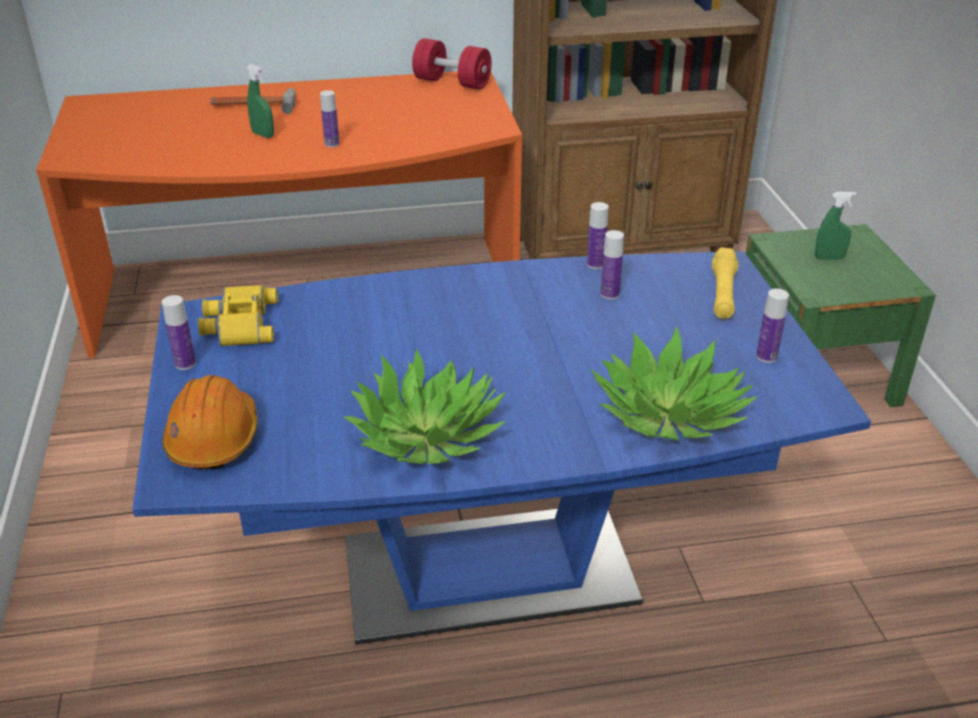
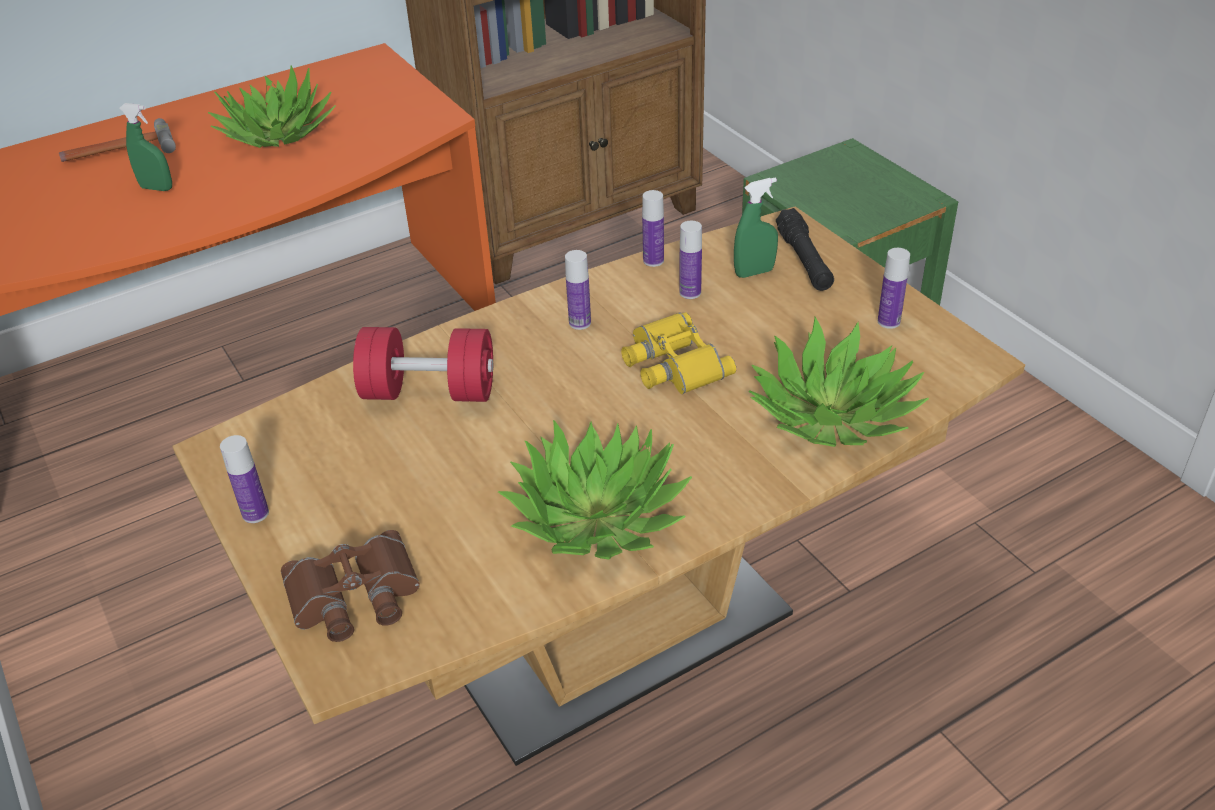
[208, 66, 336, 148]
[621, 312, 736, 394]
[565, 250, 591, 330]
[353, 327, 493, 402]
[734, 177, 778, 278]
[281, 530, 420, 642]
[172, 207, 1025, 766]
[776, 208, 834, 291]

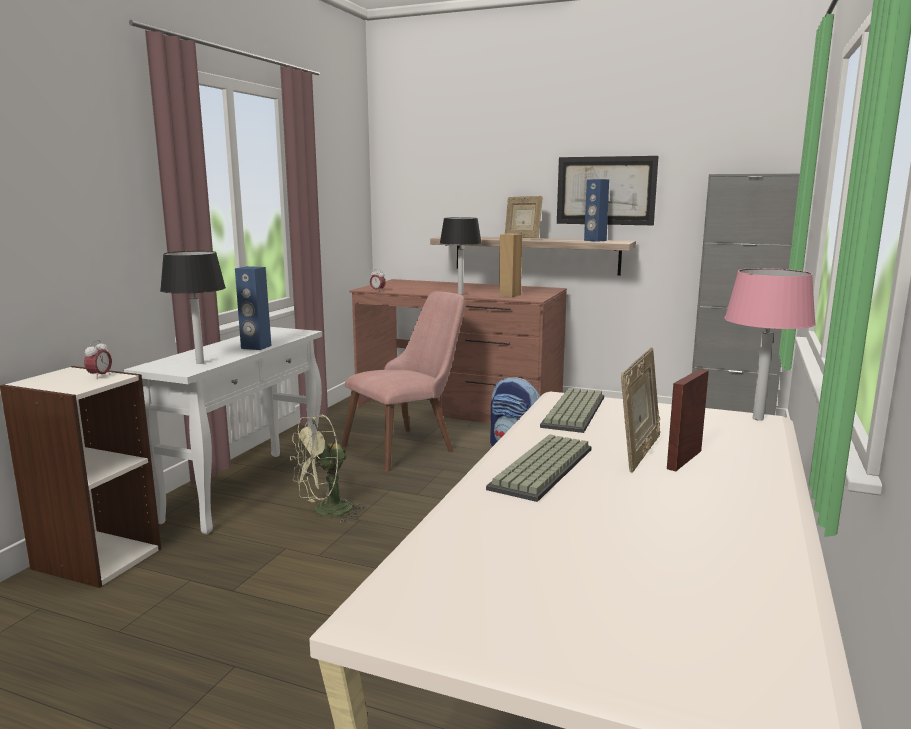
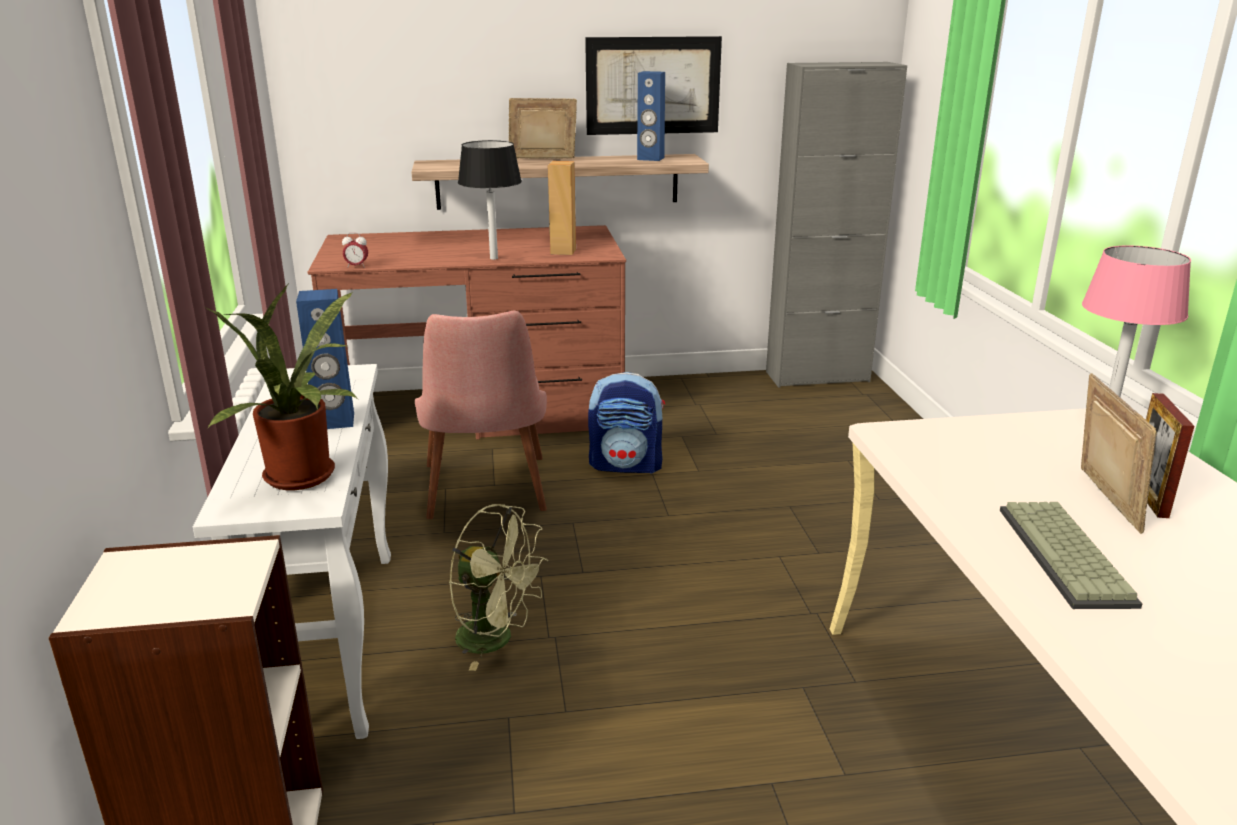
[84, 340, 112, 379] (first image)
[540, 388, 604, 433] (first image)
[204, 285, 358, 490]
[449, 504, 548, 671]
[415, 311, 547, 519]
[509, 98, 577, 159]

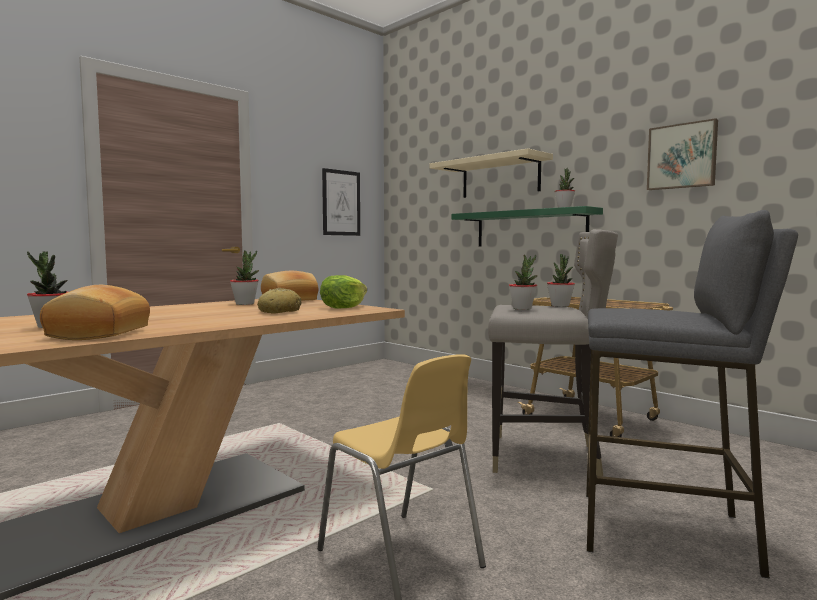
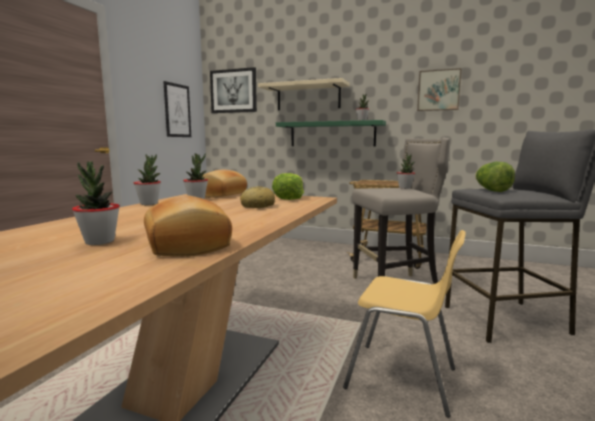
[210, 67, 257, 113]
[475, 162, 515, 192]
[134, 154, 161, 205]

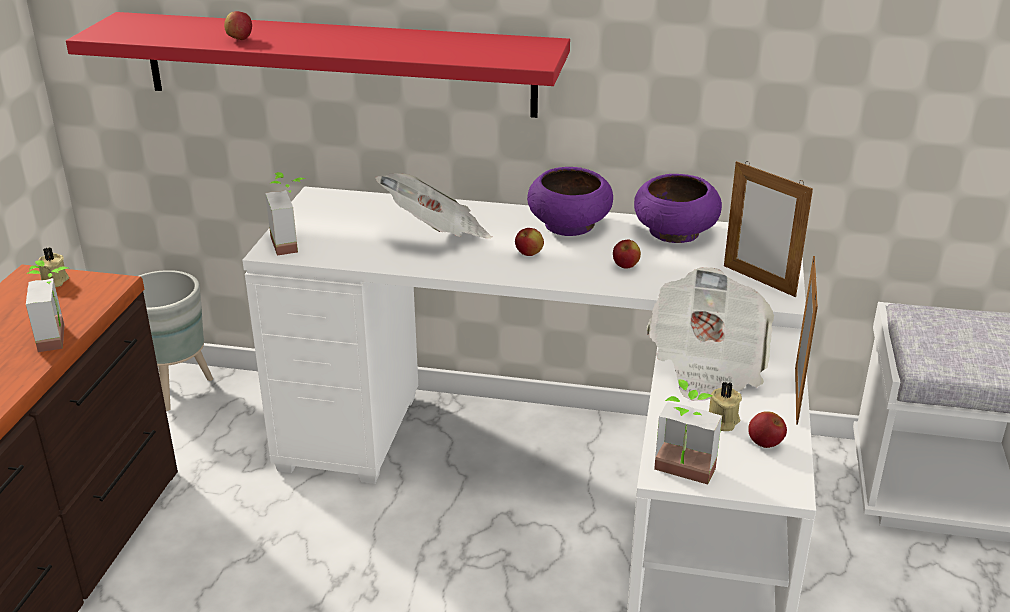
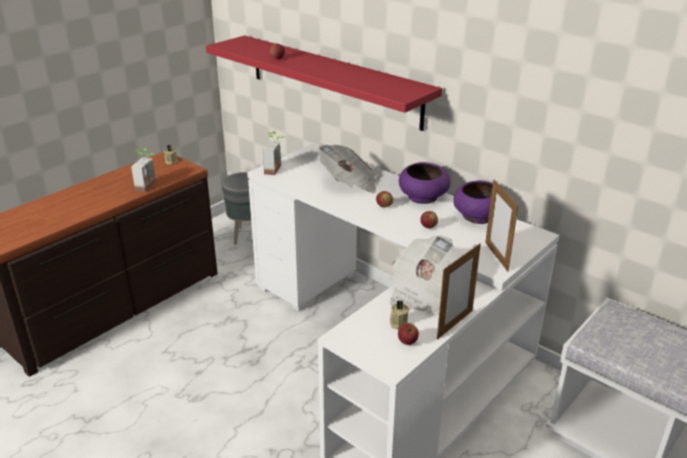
[654, 379, 722, 485] (first image)

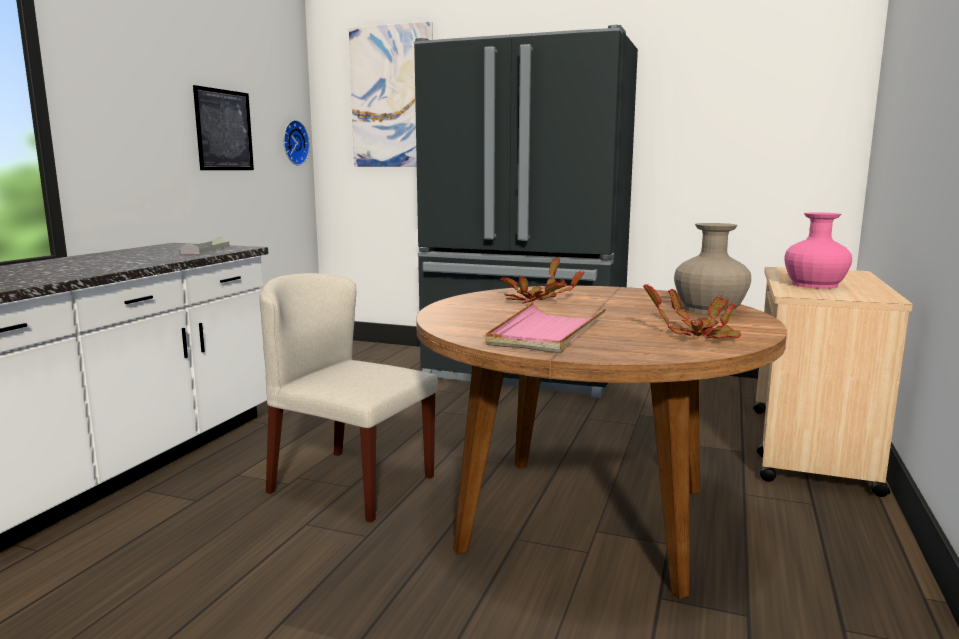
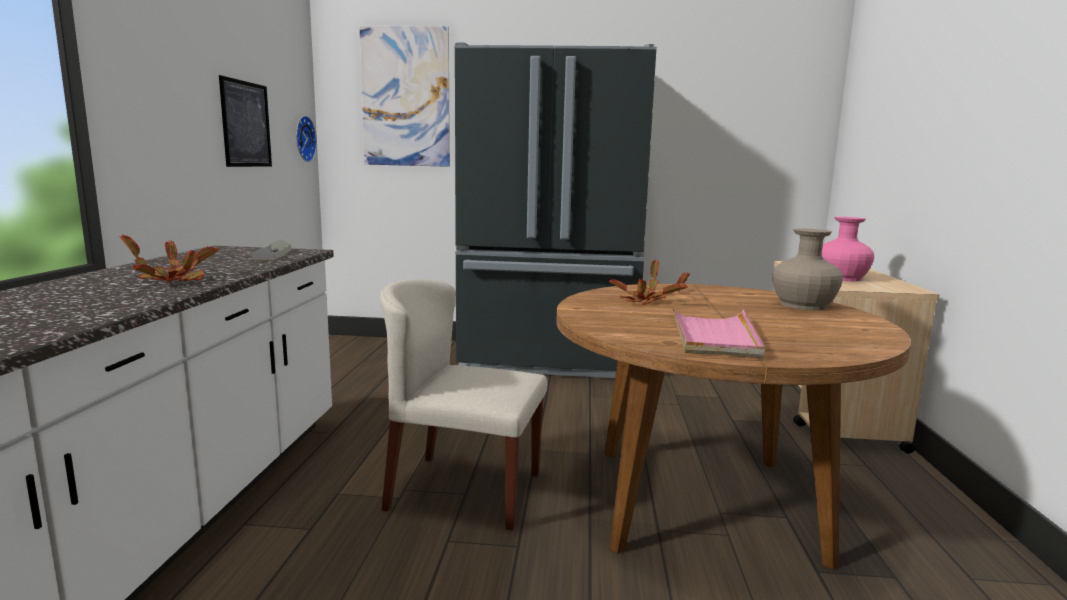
[119, 235, 219, 282]

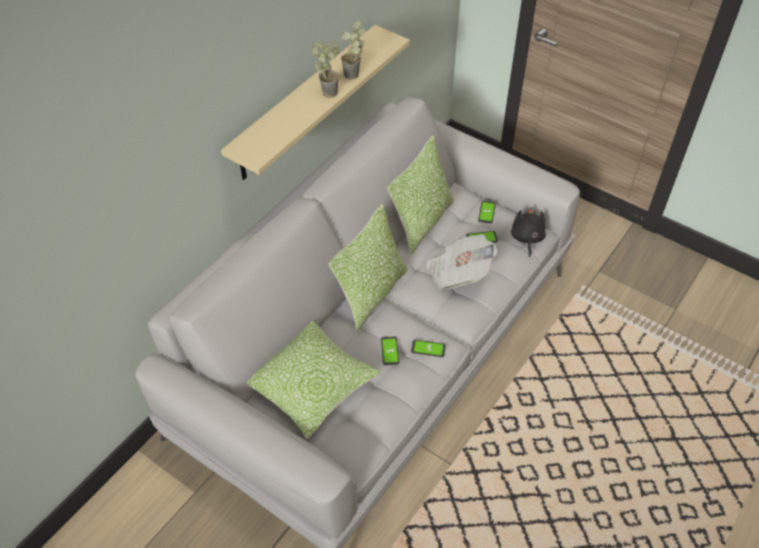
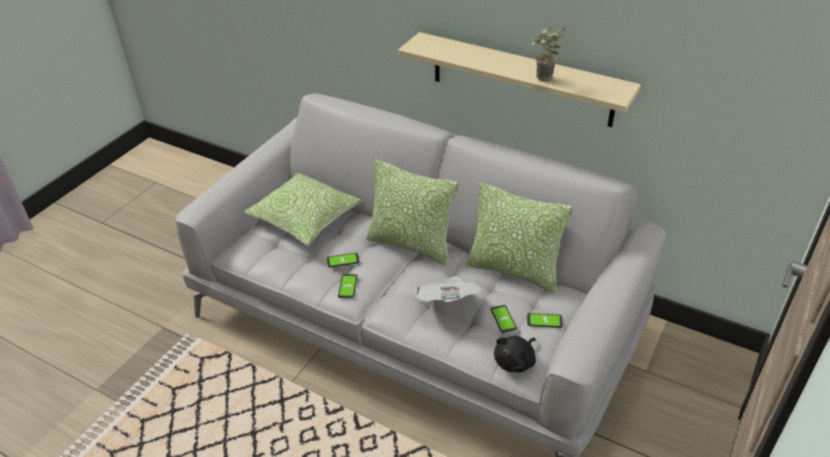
[312, 41, 339, 98] (first image)
[494, 336, 536, 372]

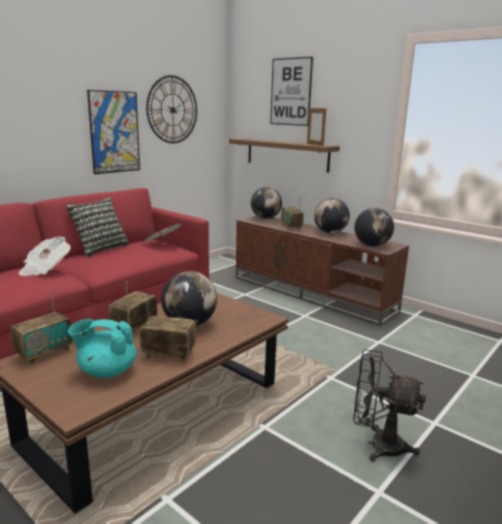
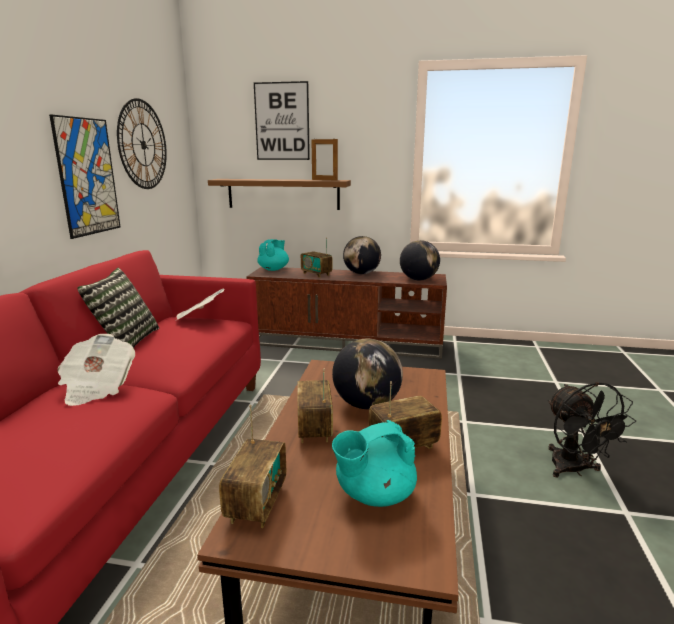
[257, 239, 289, 271]
[548, 382, 636, 477]

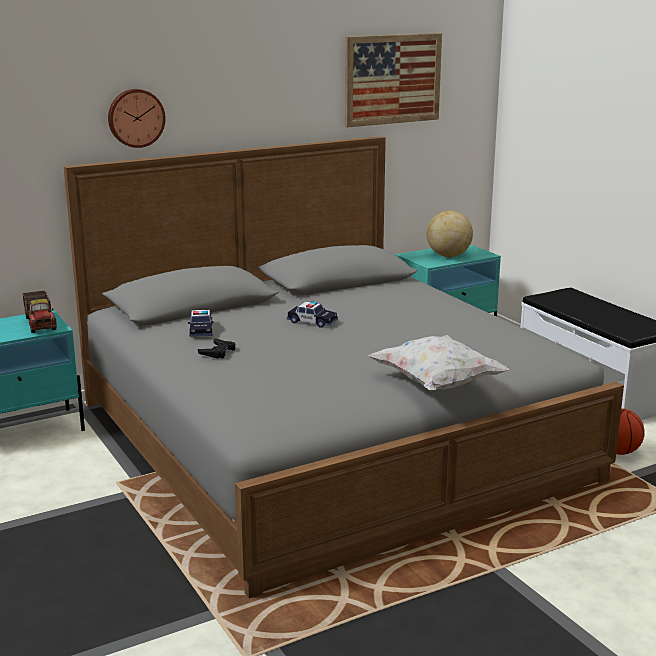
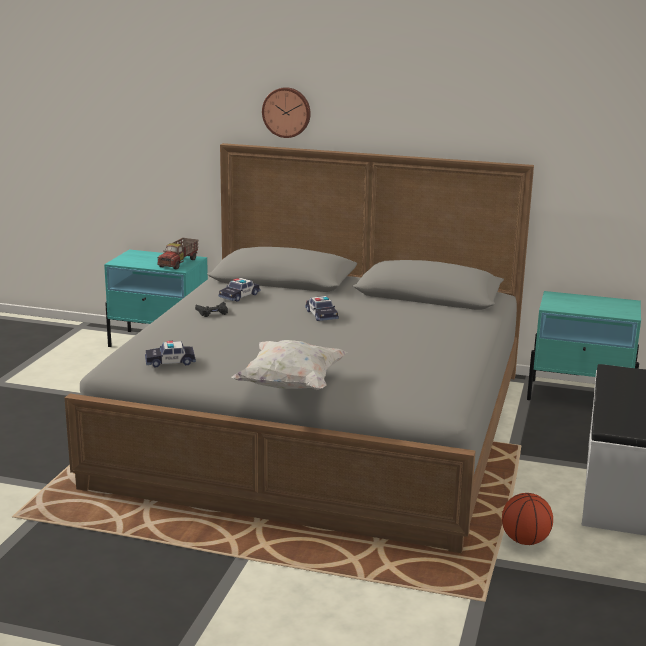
[345, 33, 442, 127] (first image)
[427, 211, 473, 257] (first image)
[145, 341, 196, 367]

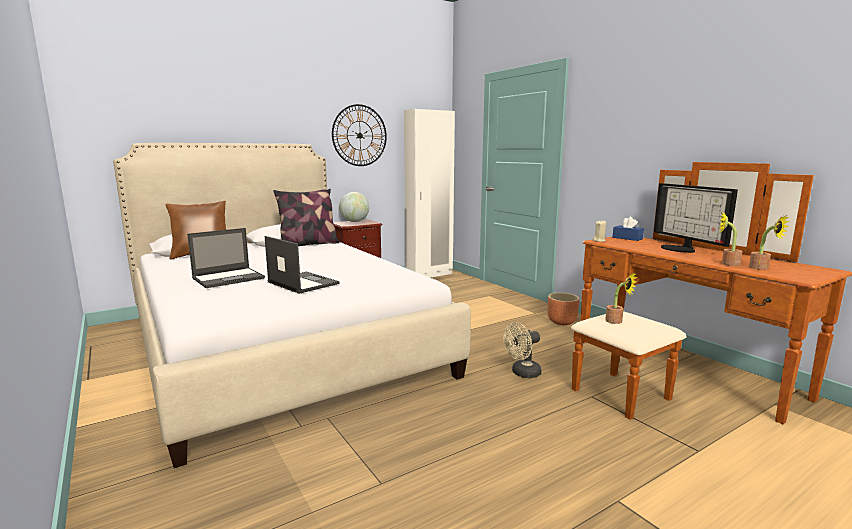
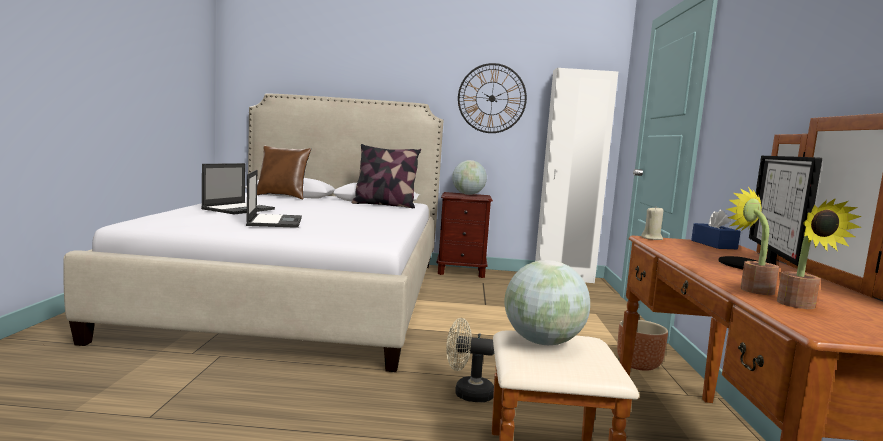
[505, 260, 590, 345]
[201, 163, 275, 214]

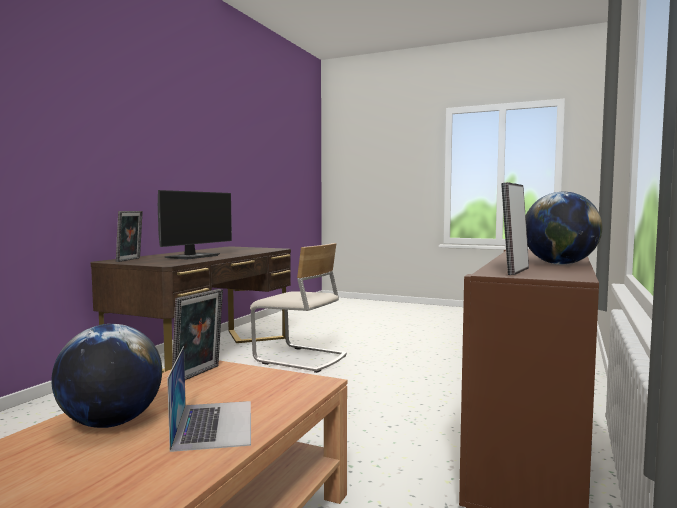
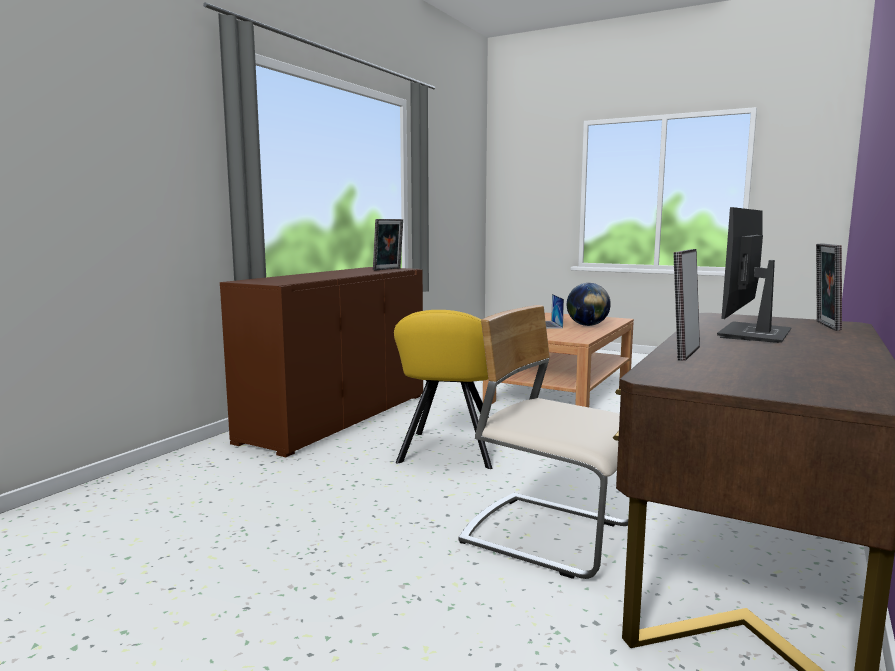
[526, 191, 602, 265] (first image)
[394, 310, 492, 469]
[673, 249, 700, 361]

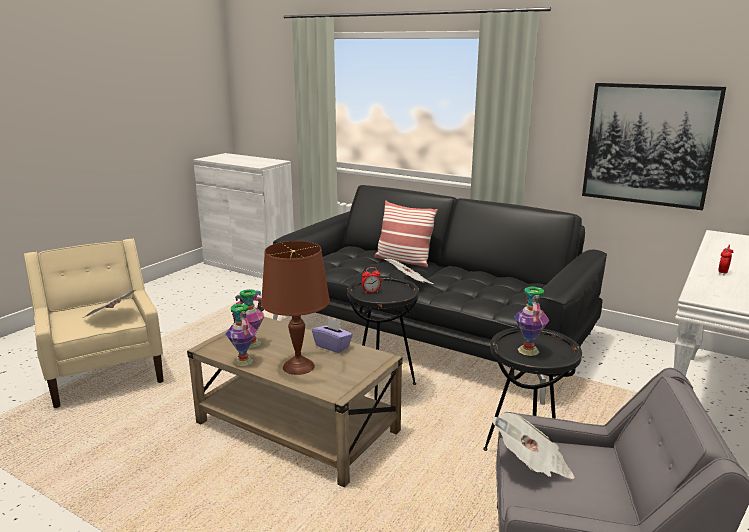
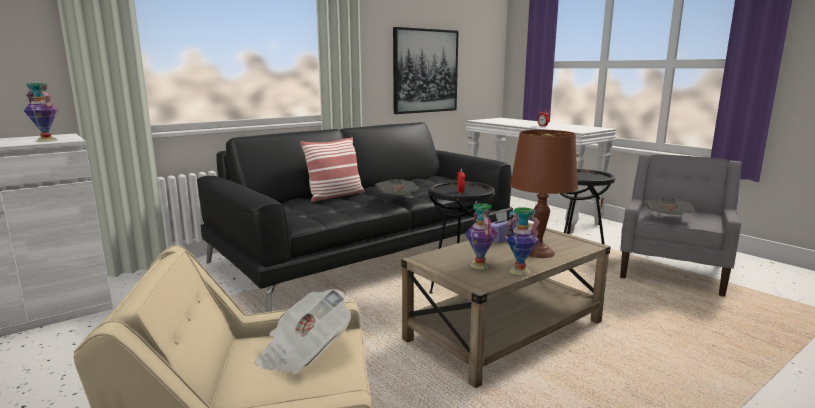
[24, 83, 58, 142]

